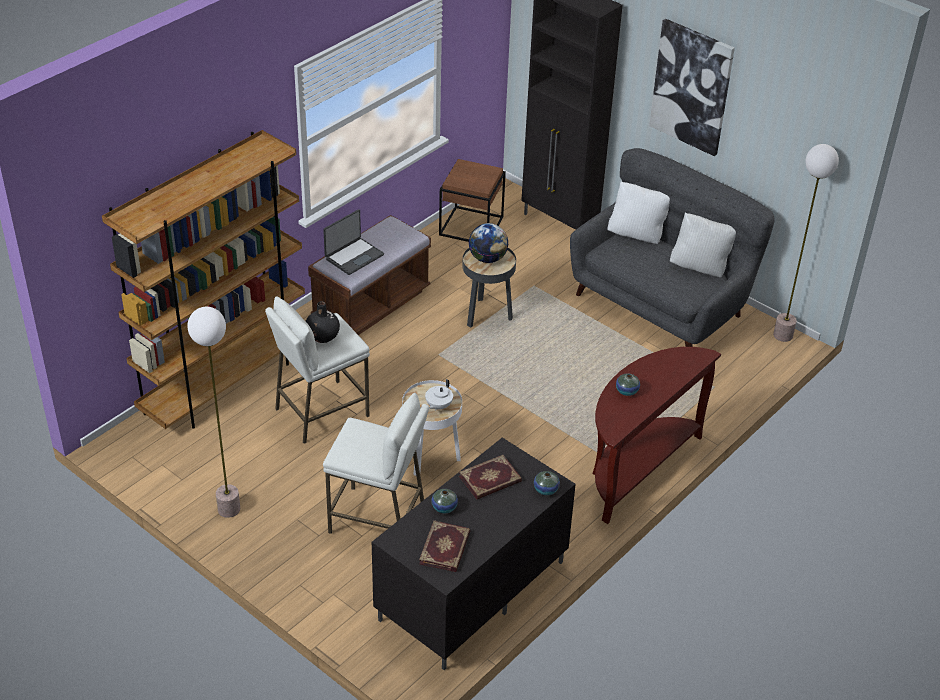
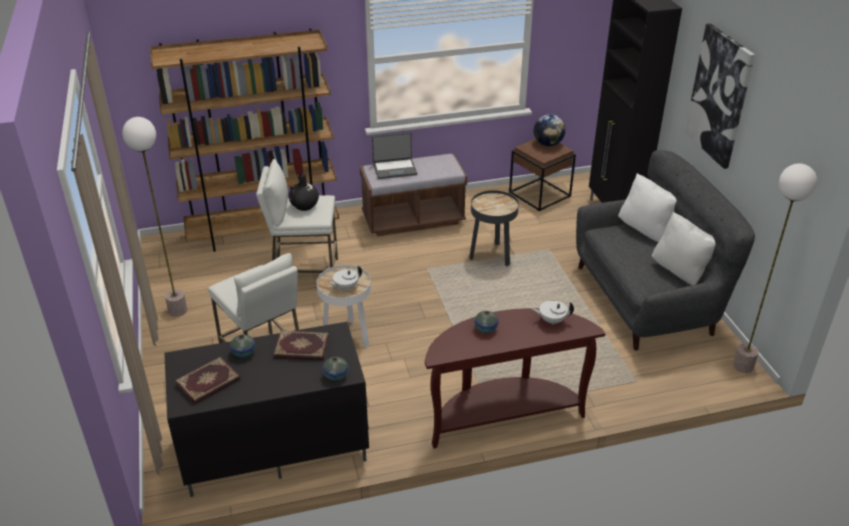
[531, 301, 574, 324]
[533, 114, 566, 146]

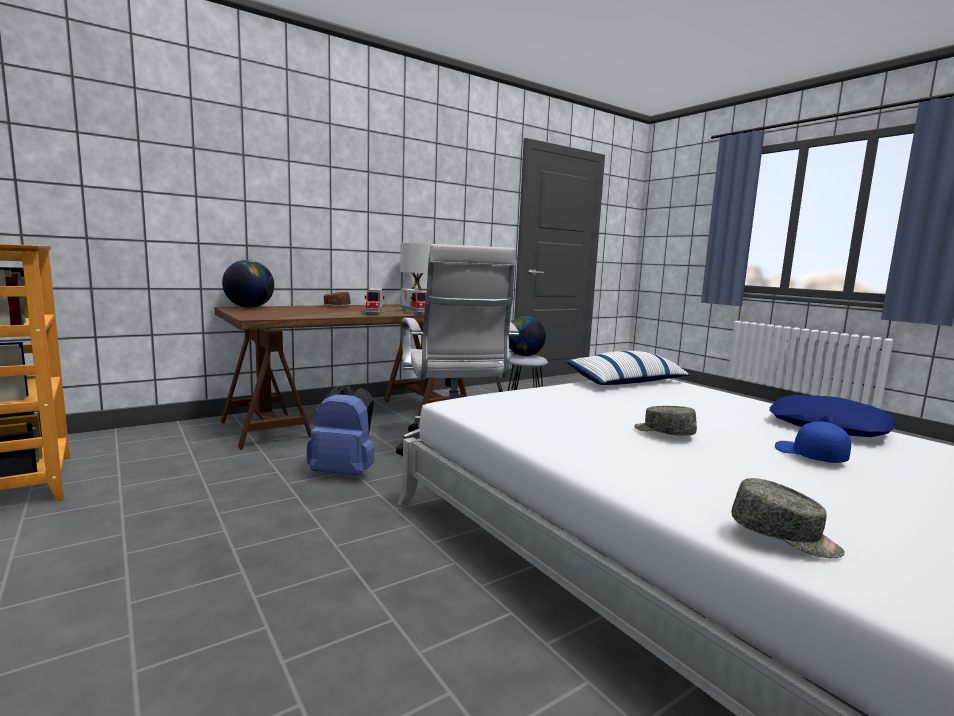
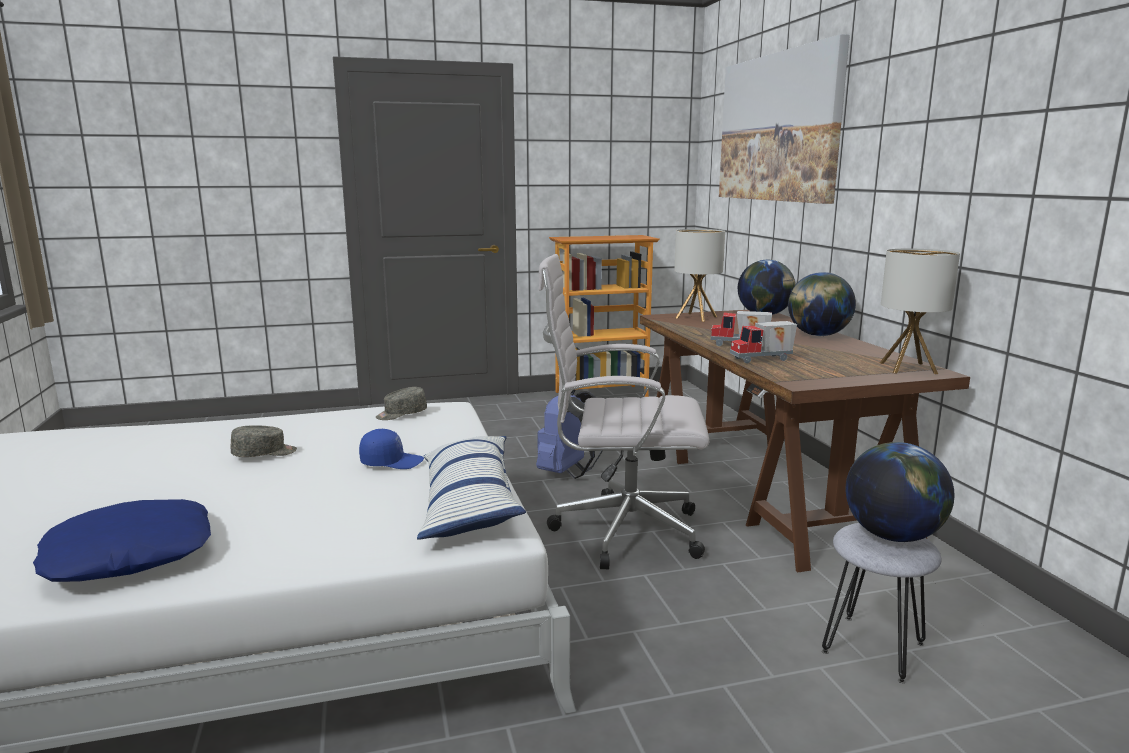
[674, 229, 725, 322]
[719, 34, 850, 204]
[375, 387, 427, 420]
[359, 429, 424, 469]
[788, 272, 856, 336]

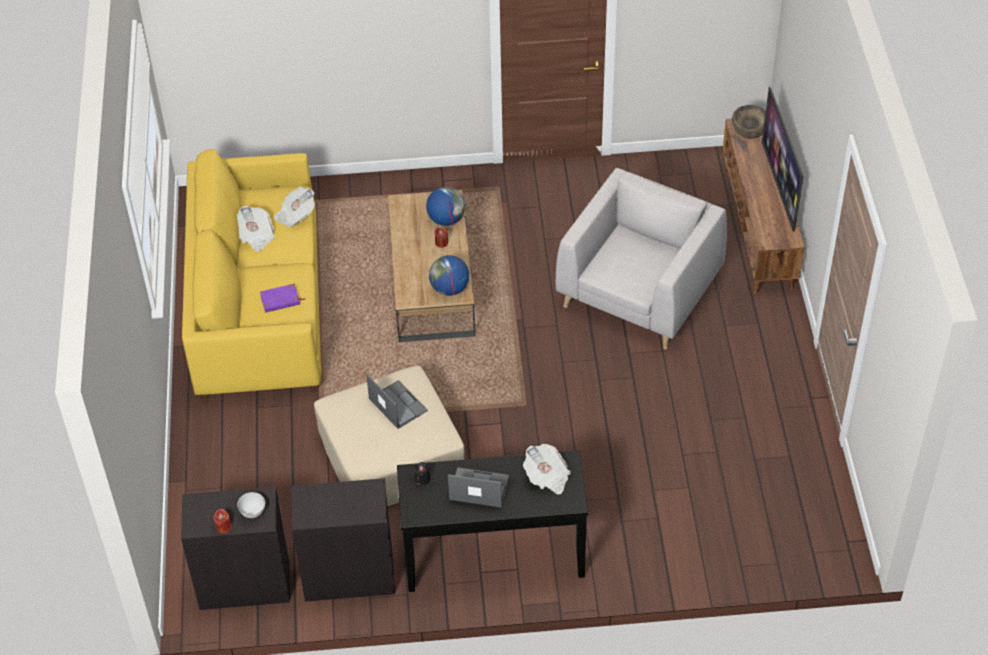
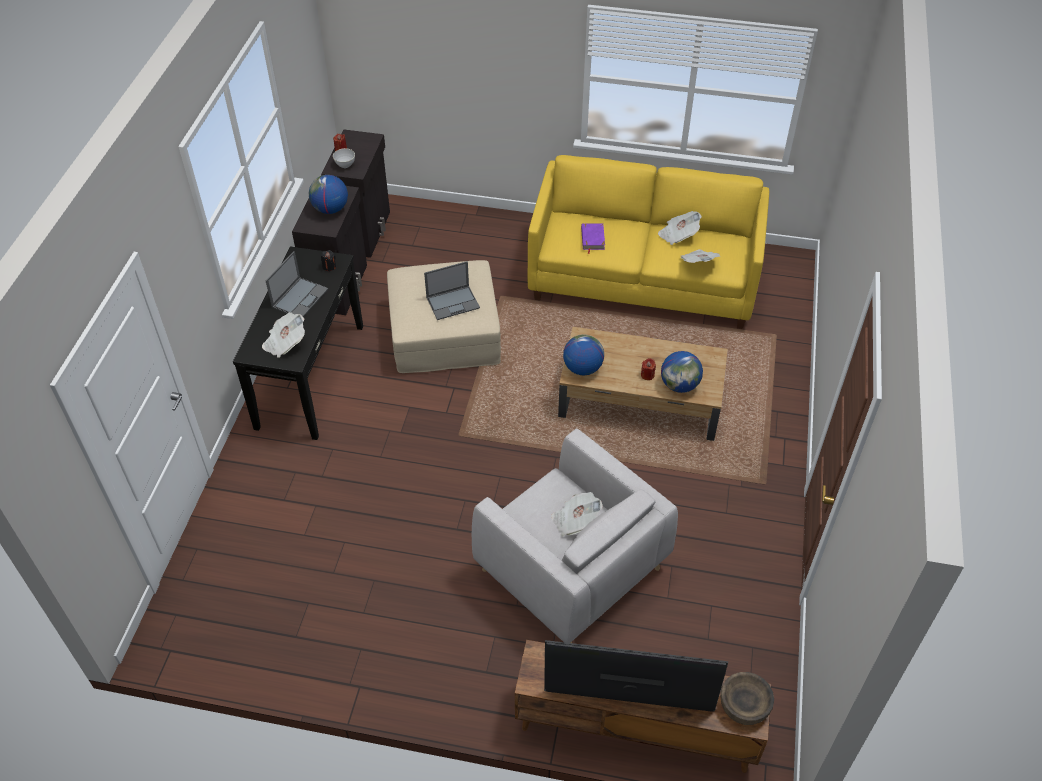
[309, 175, 348, 214]
[551, 492, 603, 536]

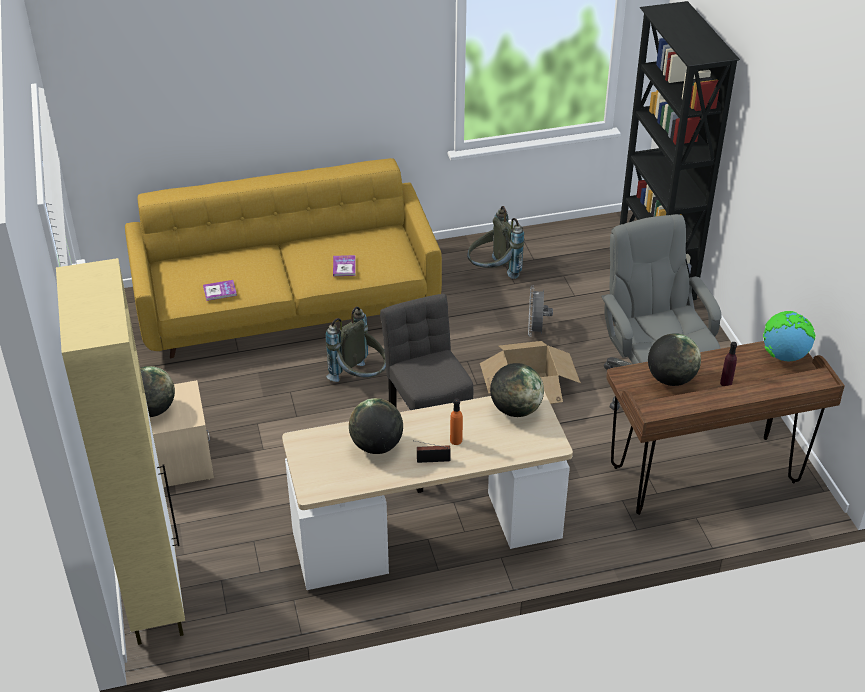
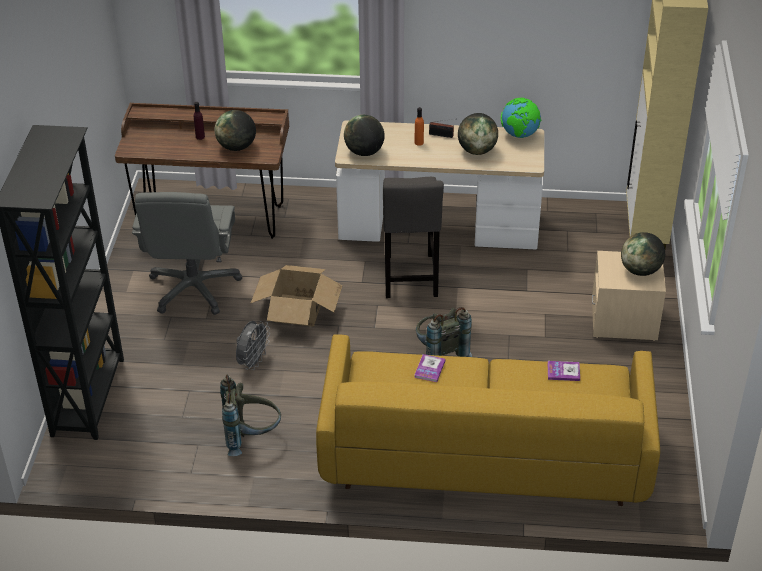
[501, 98, 542, 138]

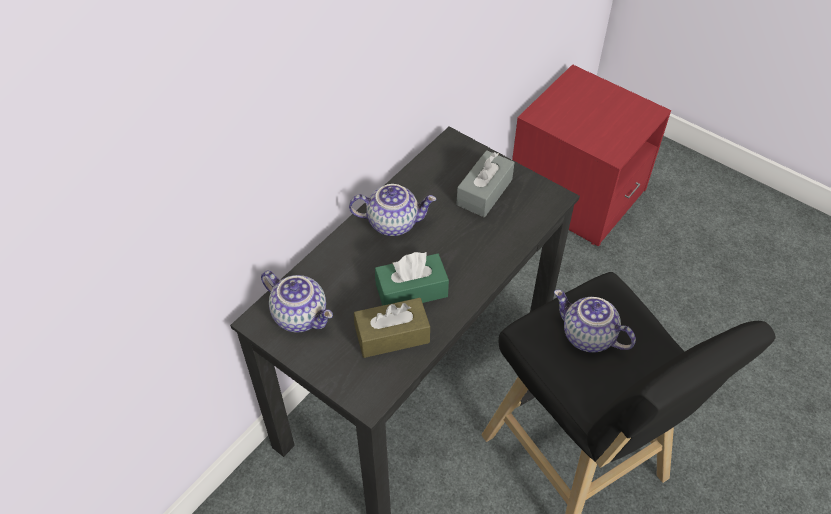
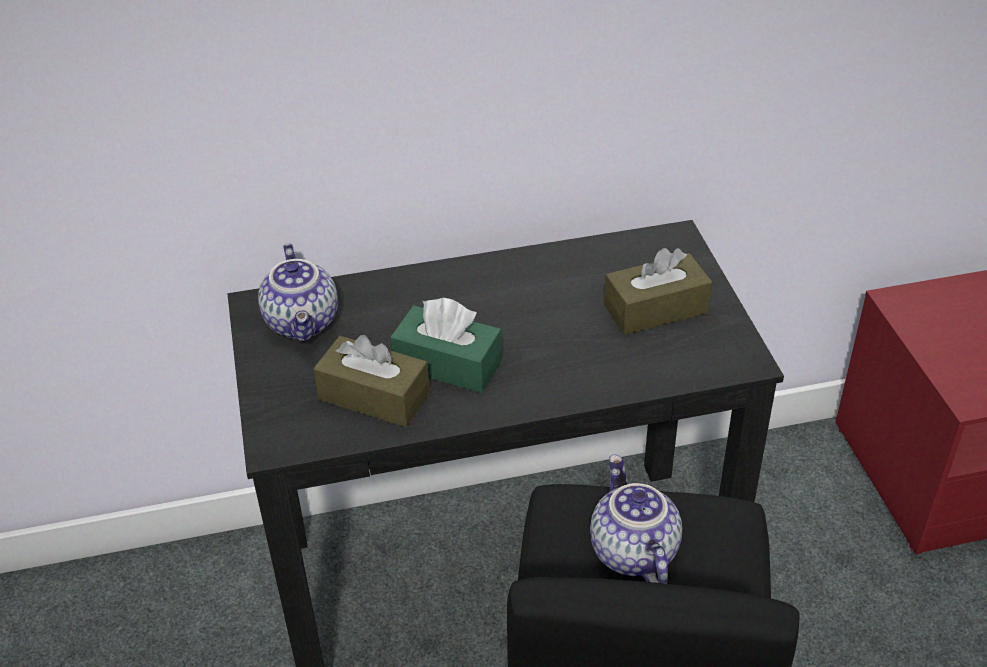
[349, 184, 437, 236] (first image)
[604, 248, 712, 335]

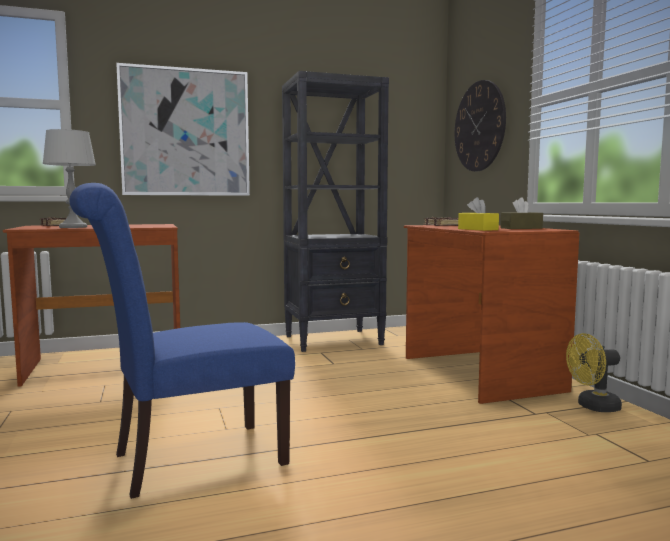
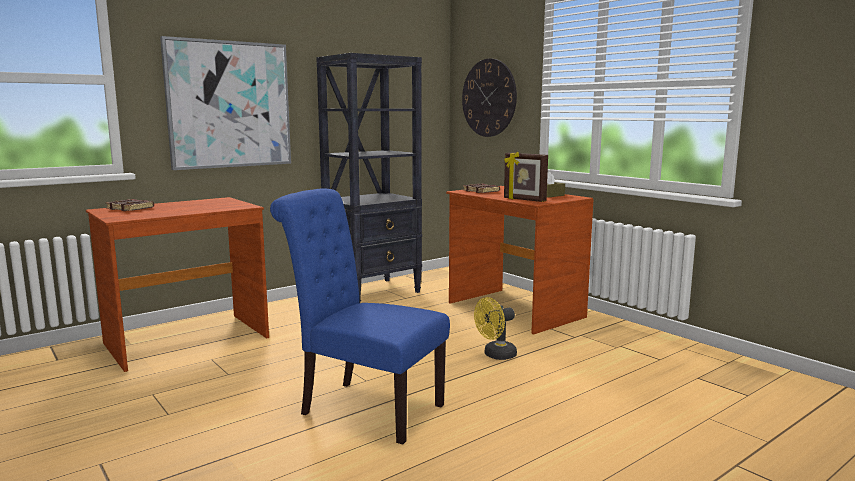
[42, 129, 96, 228] (first image)
[474, 297, 517, 360]
[504, 152, 548, 202]
[270, 189, 450, 445]

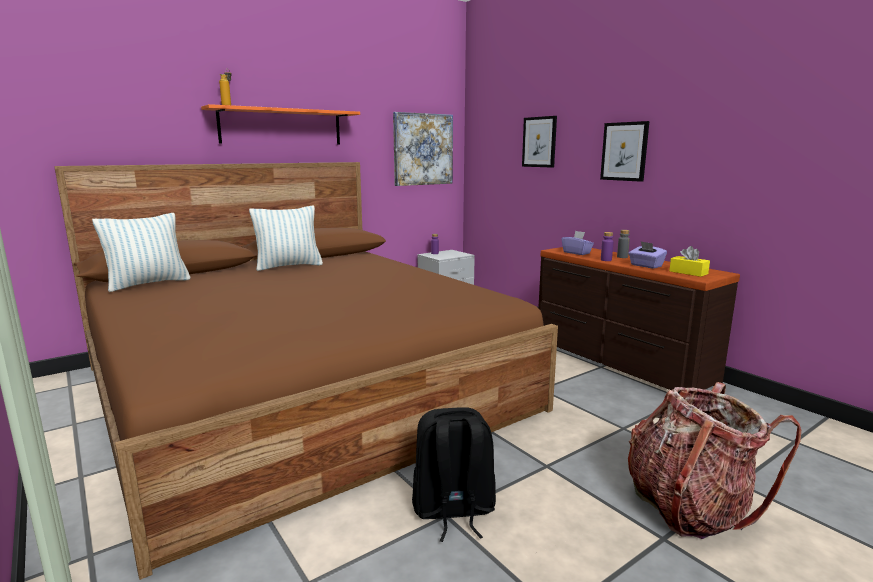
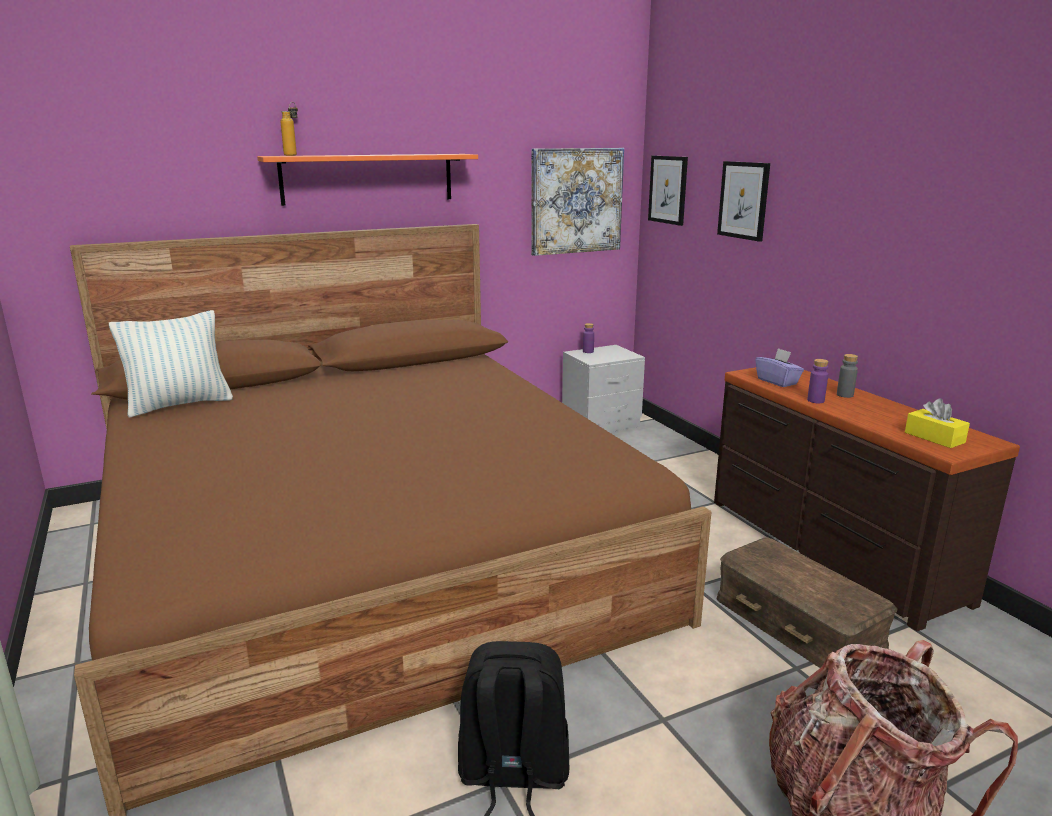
[249, 206, 323, 271] (first image)
[629, 241, 667, 269] (first image)
[717, 538, 898, 668]
[648, 156, 688, 226]

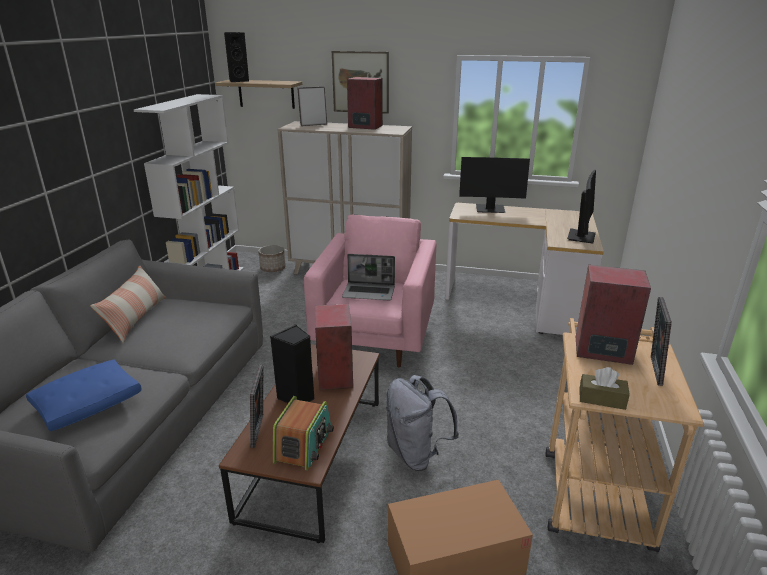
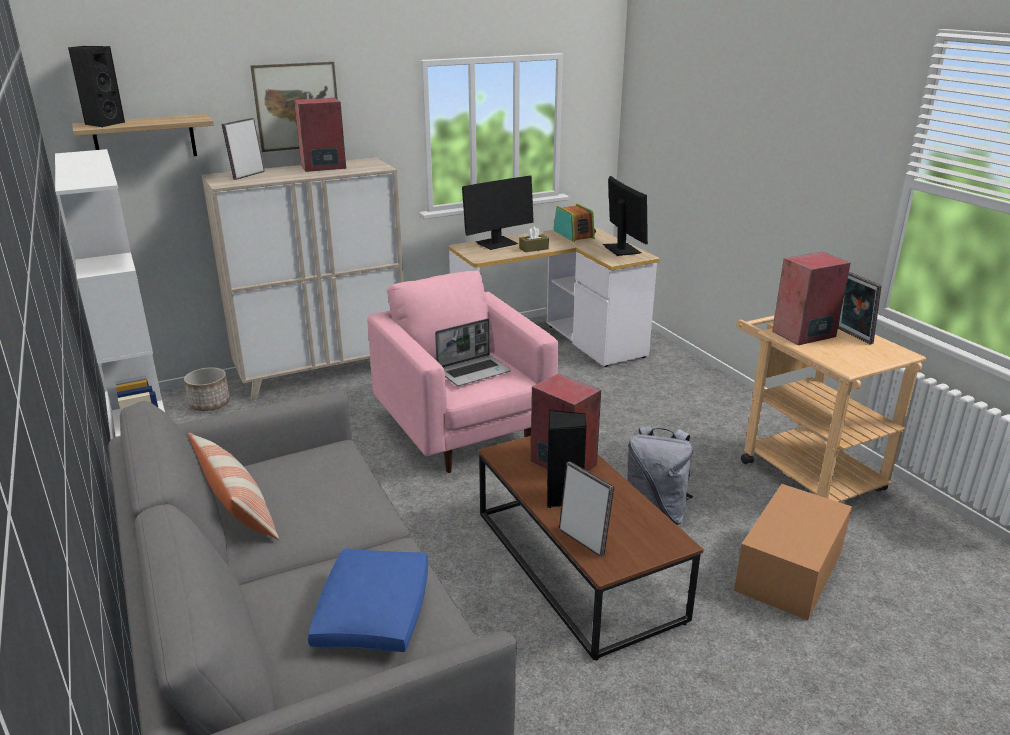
[553, 204, 596, 242]
[519, 226, 549, 252]

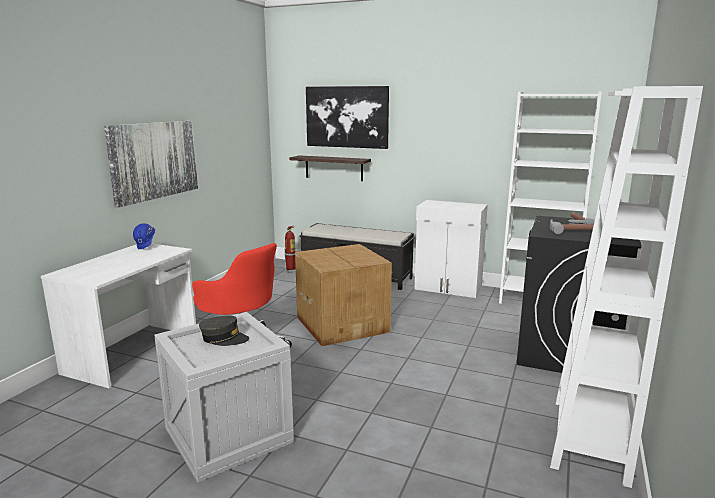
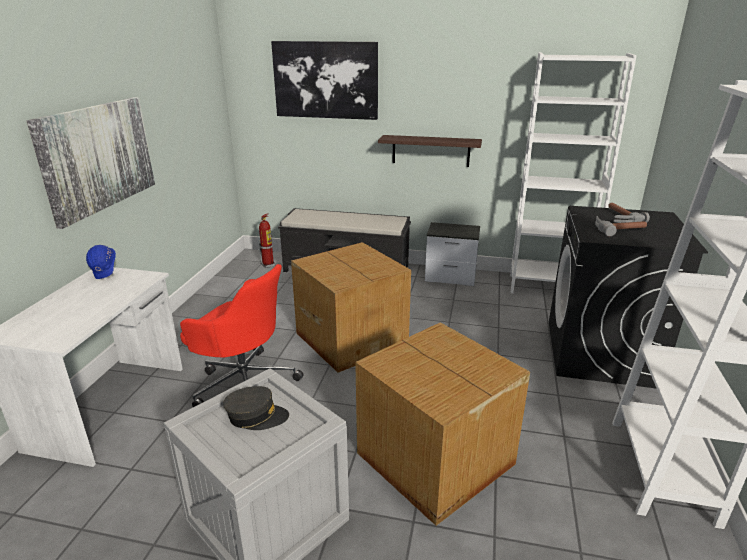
[355, 322, 530, 526]
[378, 135, 482, 167]
[425, 222, 480, 286]

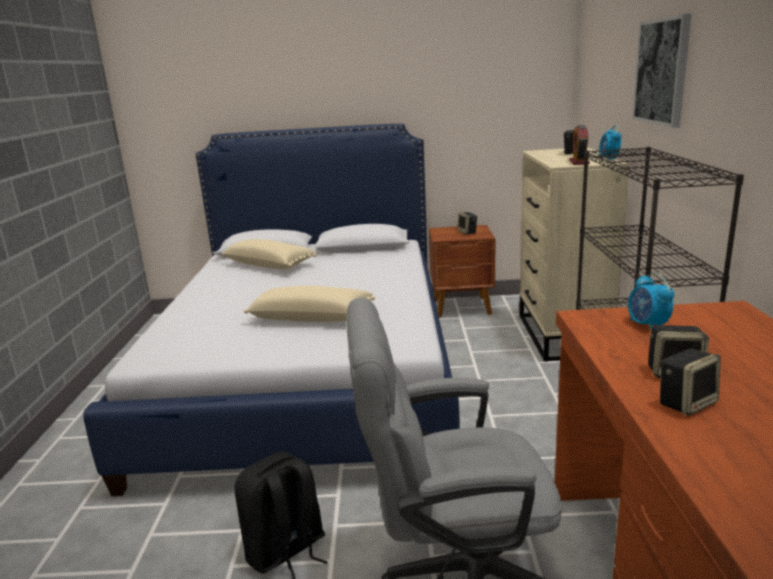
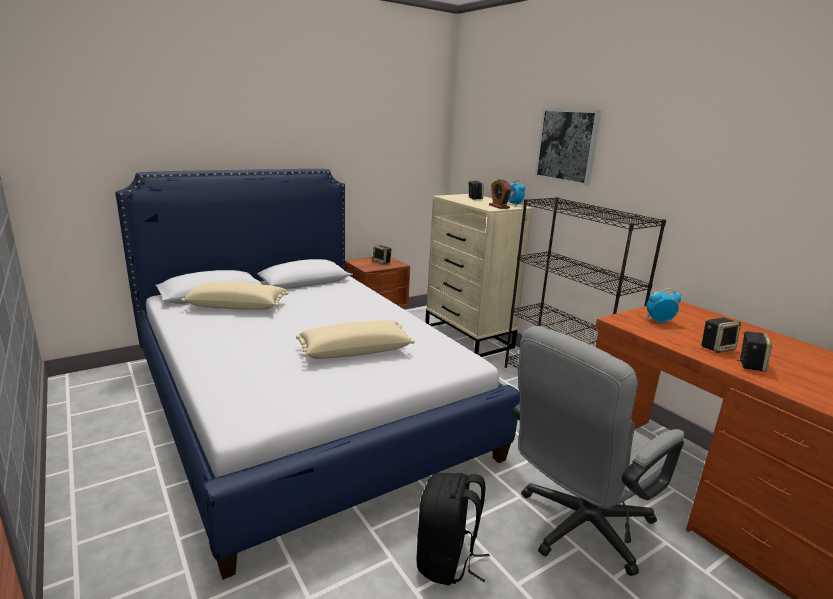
[646, 288, 681, 322]

